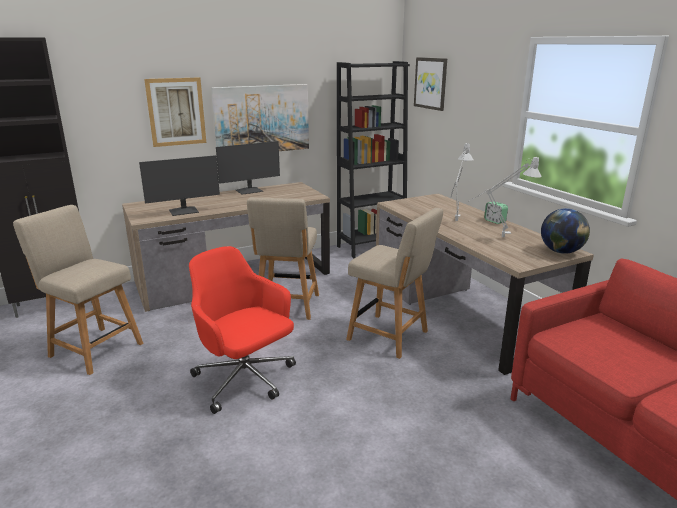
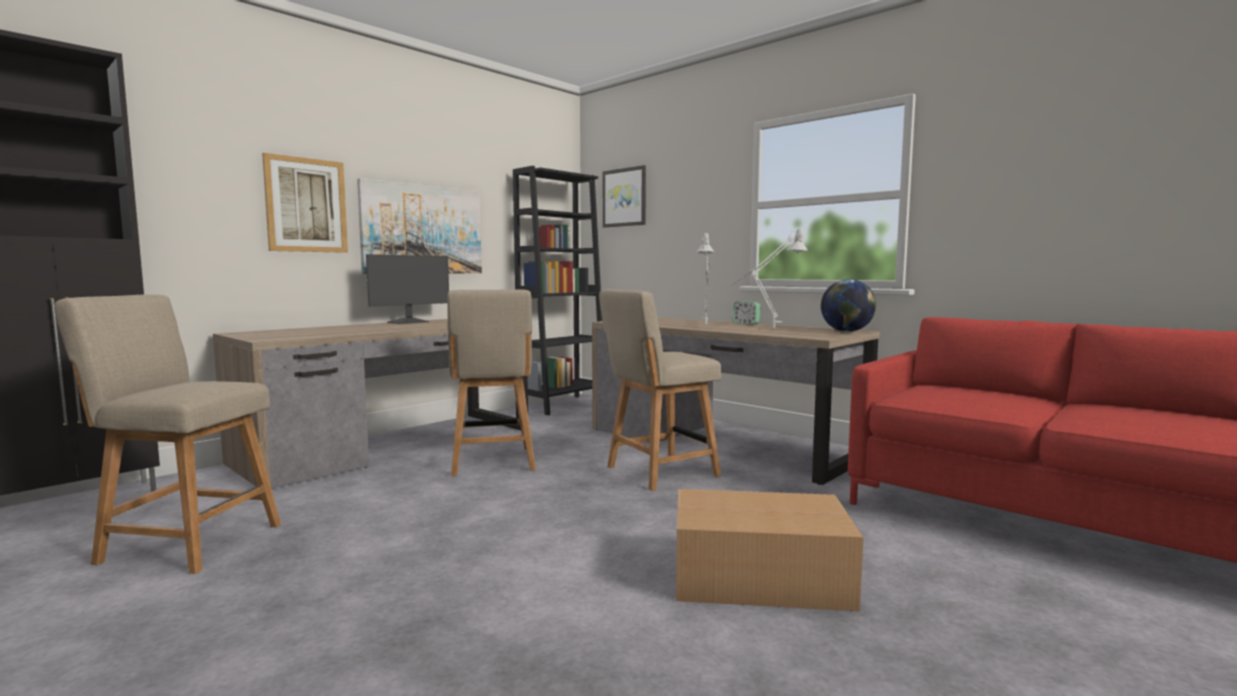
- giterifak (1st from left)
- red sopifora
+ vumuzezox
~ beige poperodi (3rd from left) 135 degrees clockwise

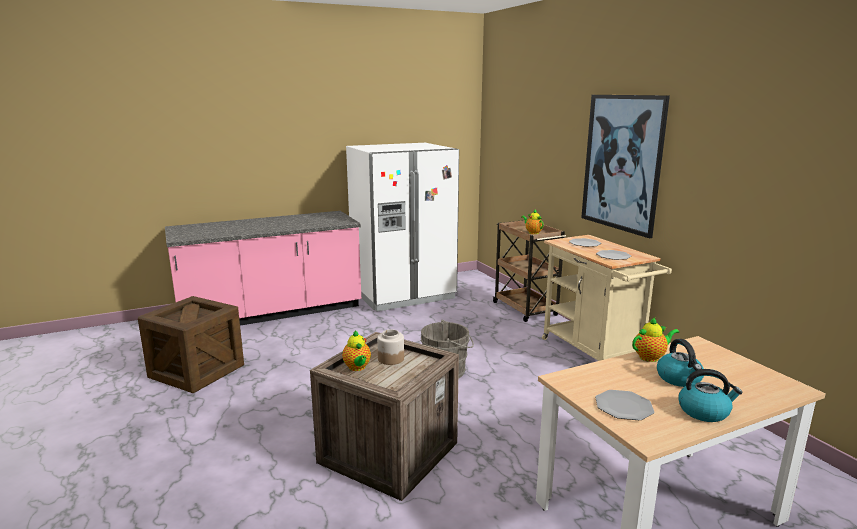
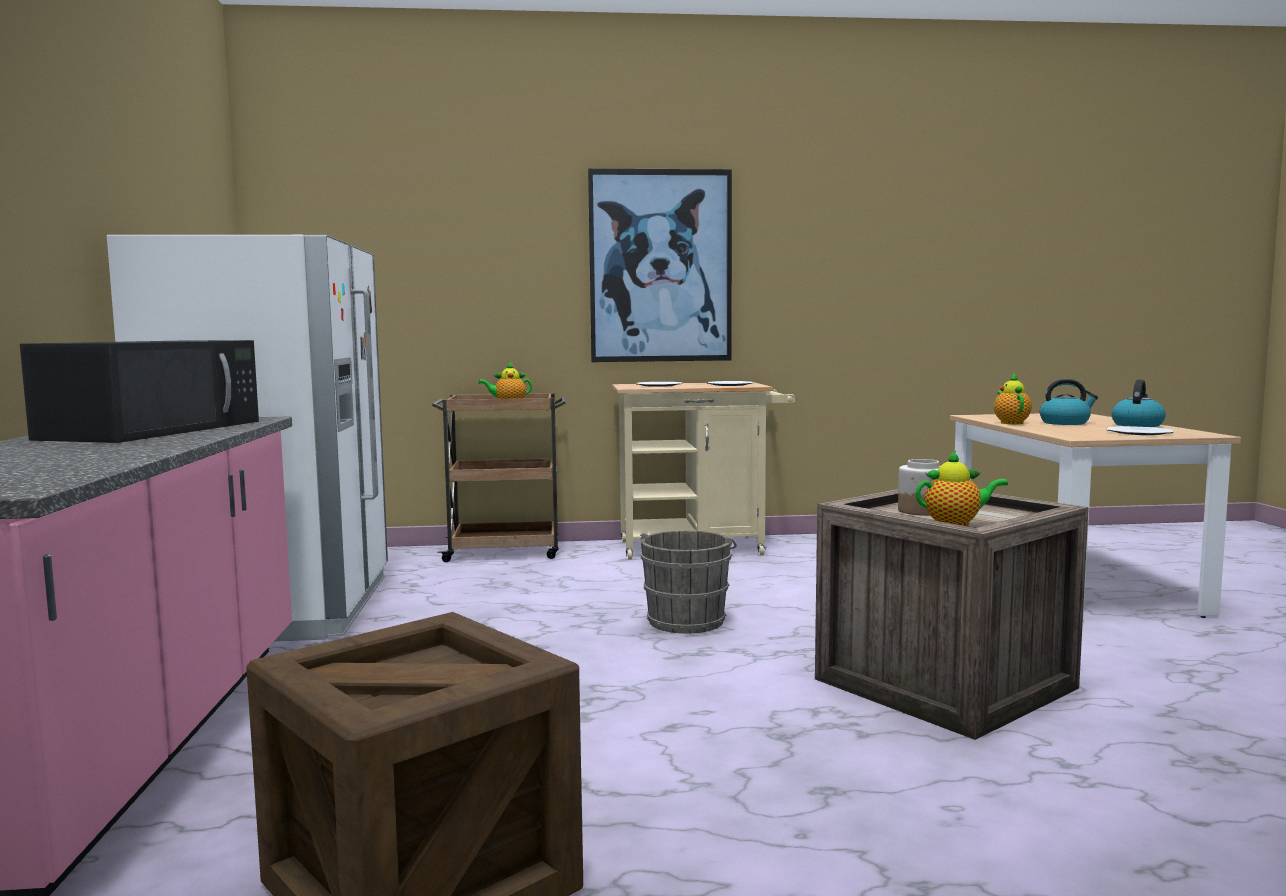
+ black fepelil

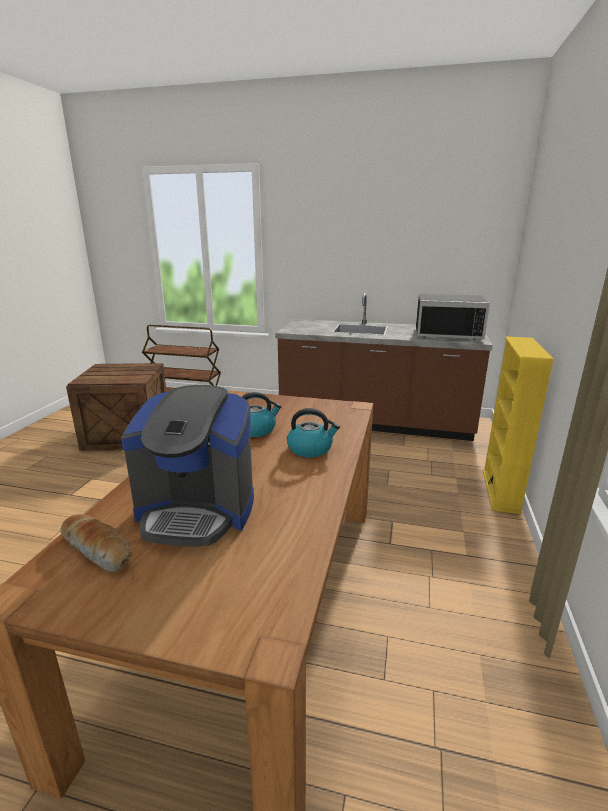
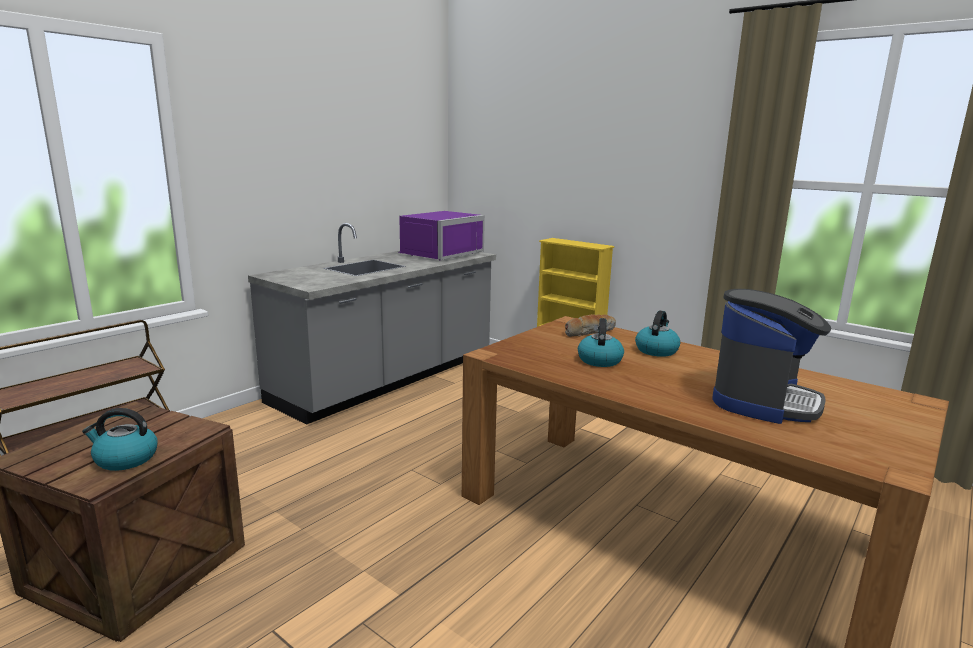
+ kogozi (1st from left)
~ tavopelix
~ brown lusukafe to grey lusukafe
~ black fepelil to purple fepelil

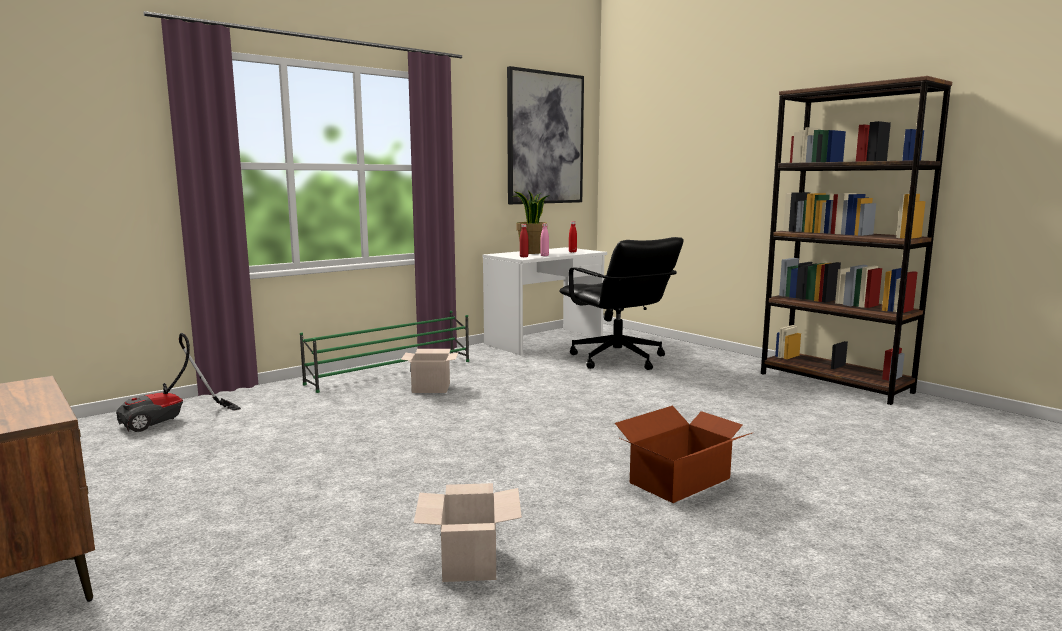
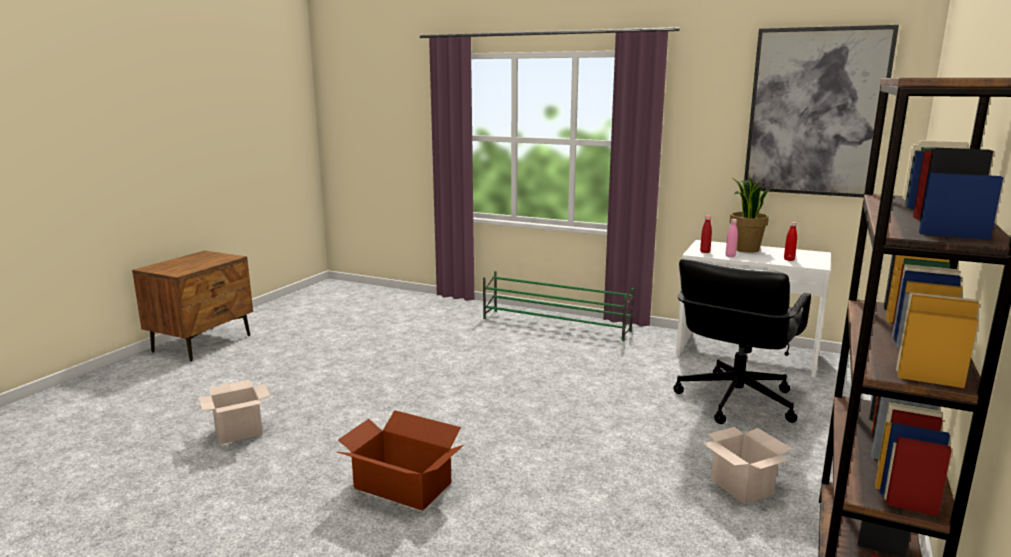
- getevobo
~ vumuzezox (1st from left in the first image) to vumuzezox (3rd from left)

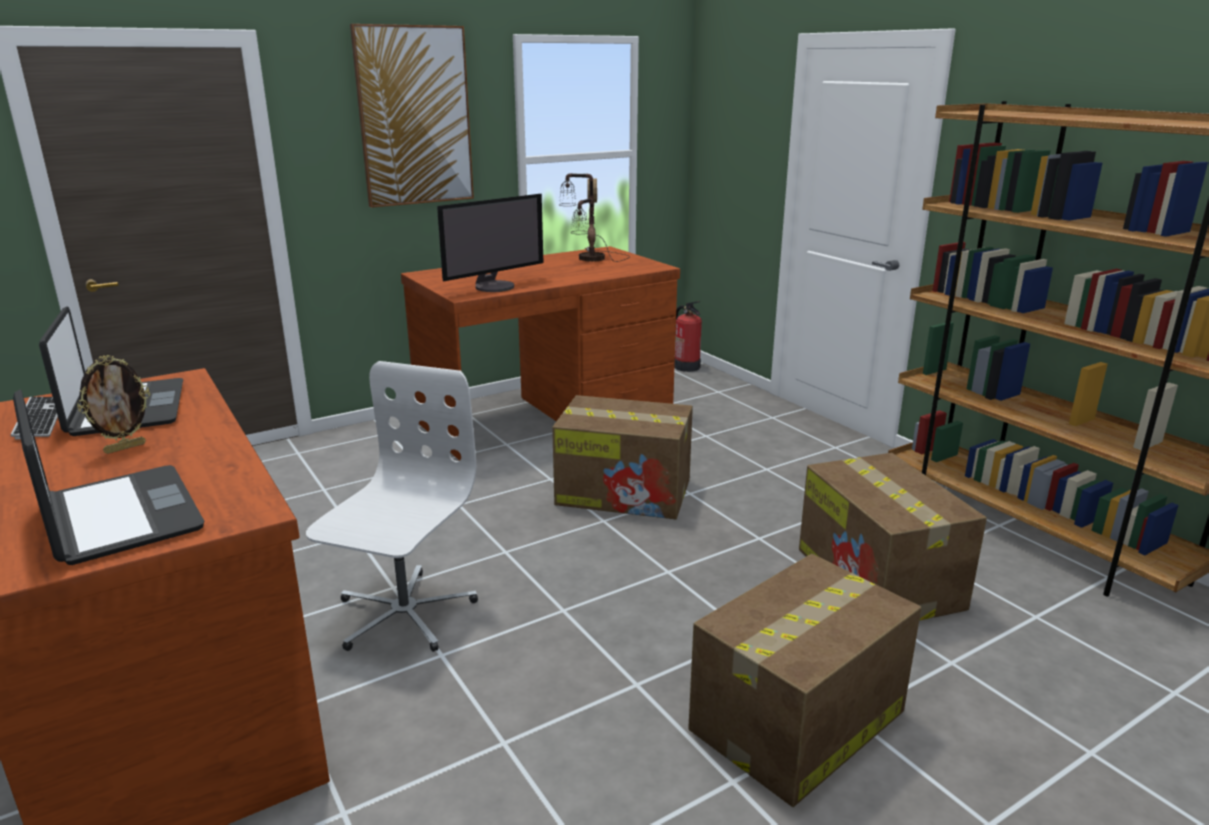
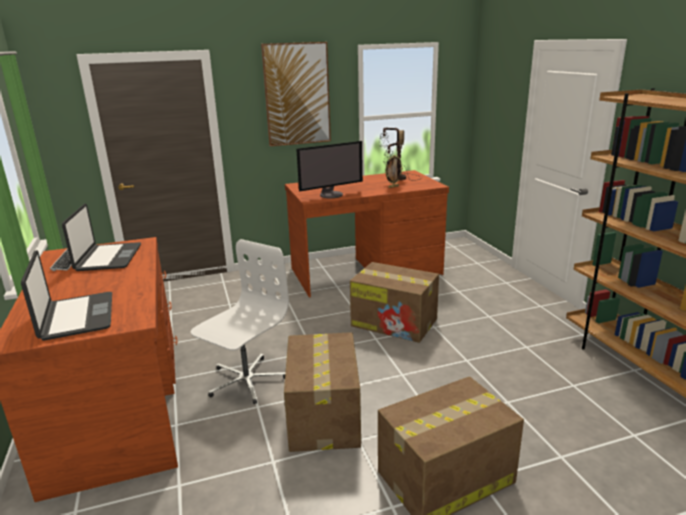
- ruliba
~ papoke
~ vumuzezox (3rd from left in the first image) to vumuzezox (1st from left)

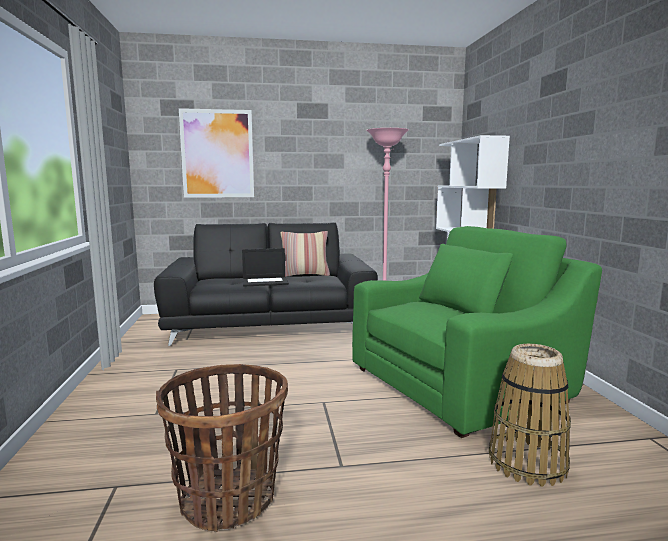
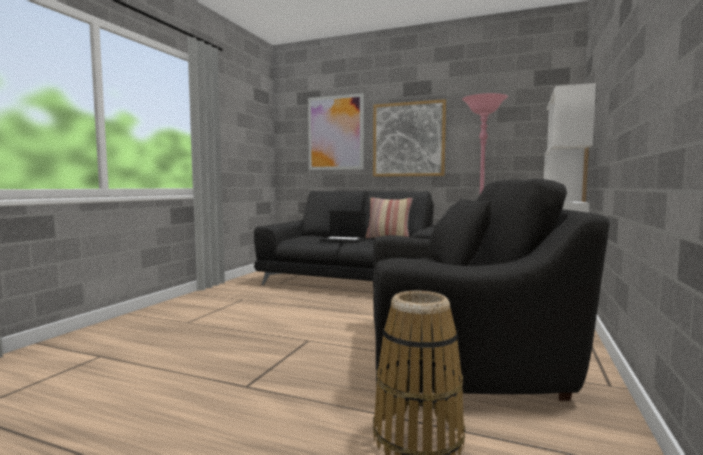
- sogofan (1st from left)
+ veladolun (2nd from left)
~ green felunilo to black felunilo

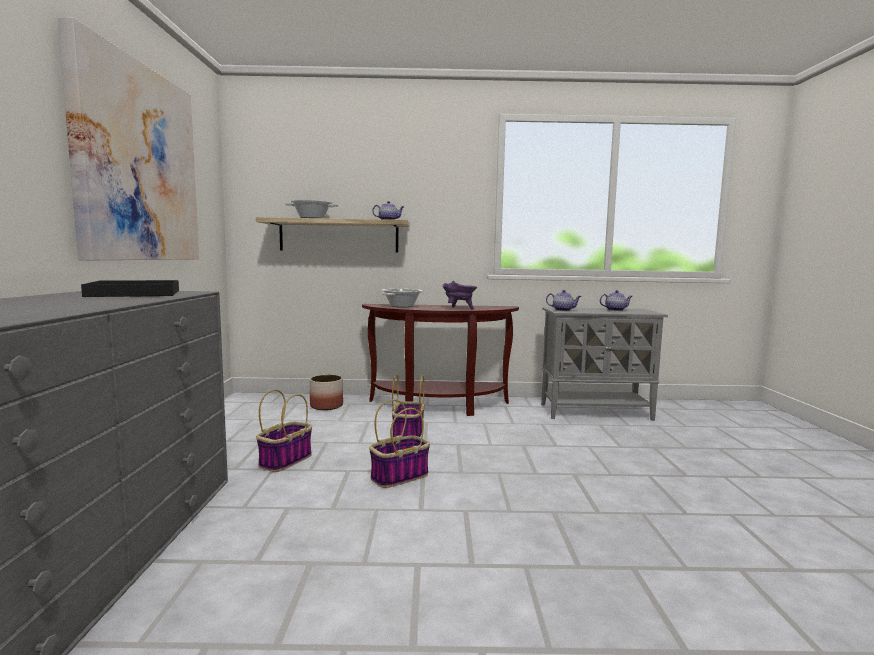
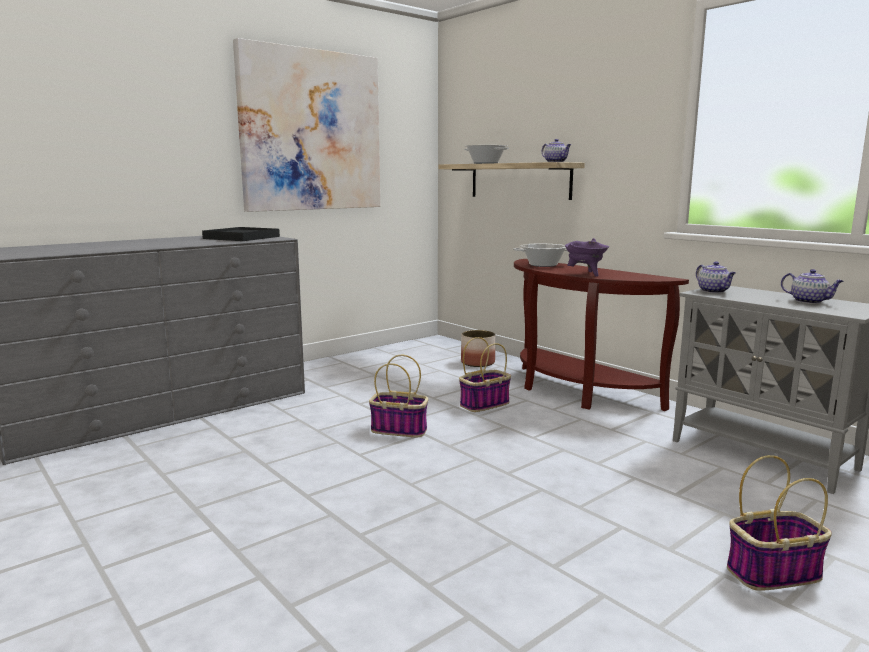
~ sogofan (1st from left in the first image) to sogofan (3rd from left)

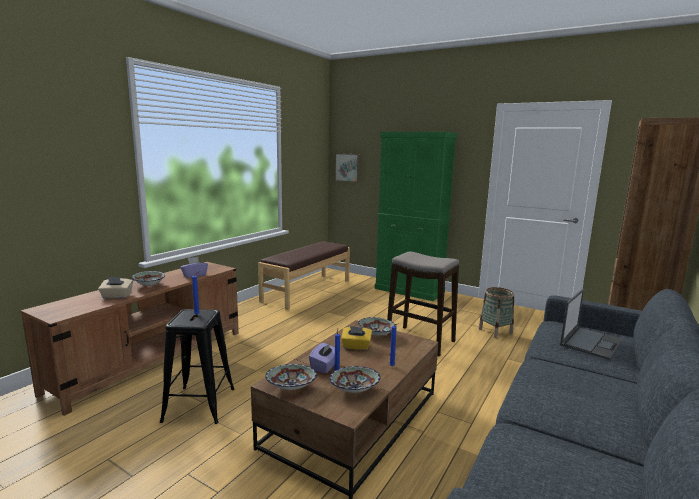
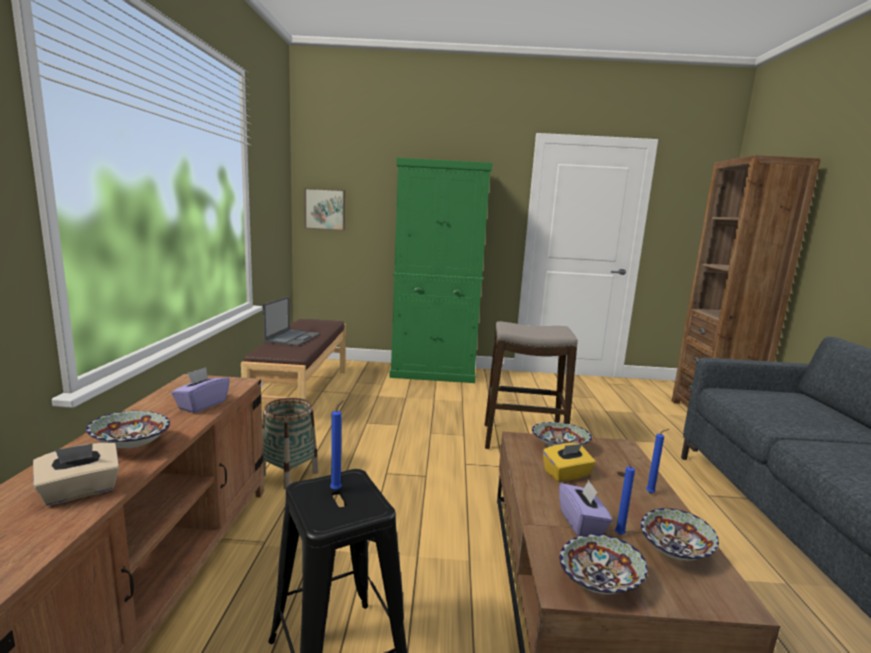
~ sogofan
~ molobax

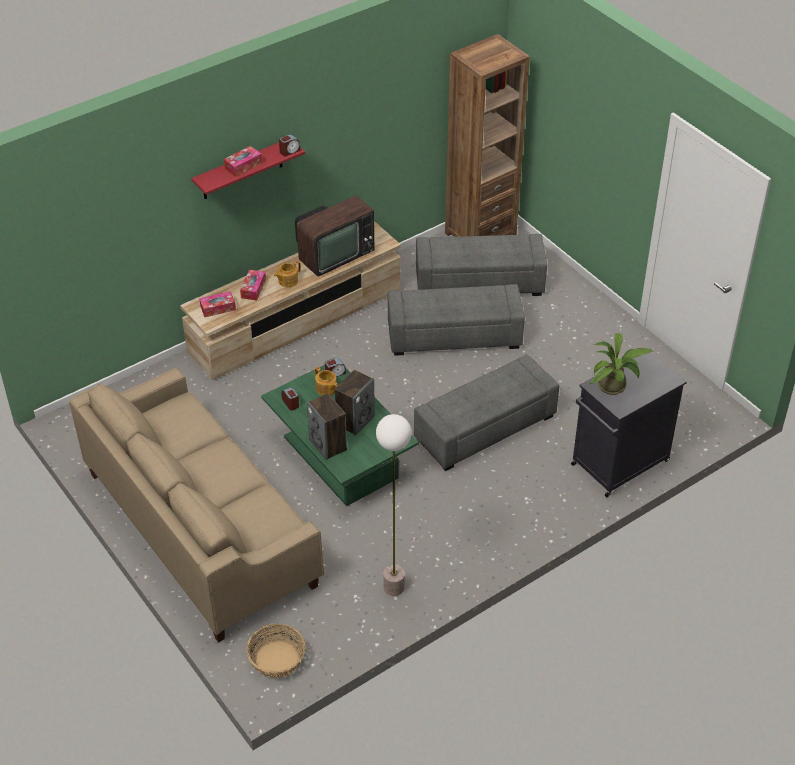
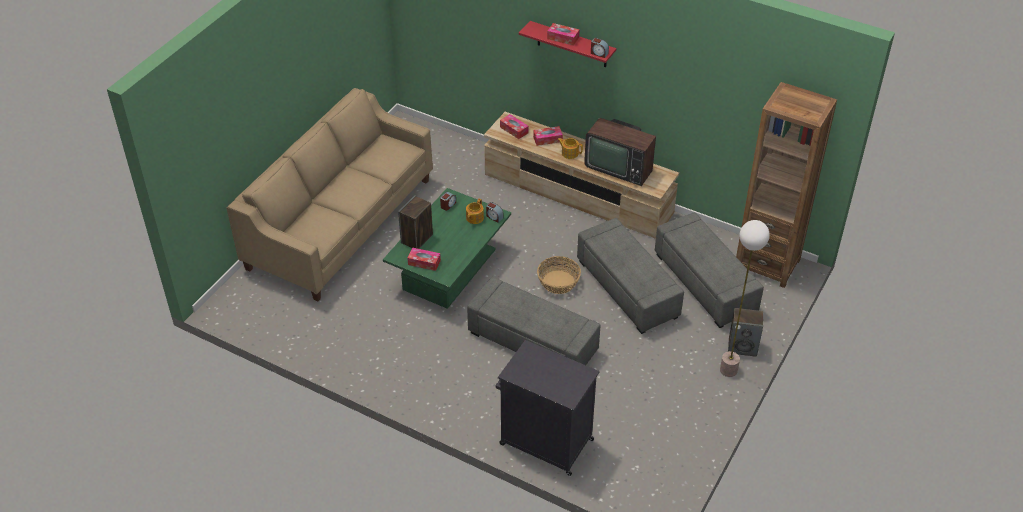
- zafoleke
+ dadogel (1st from left)
~ sogofan
~ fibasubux (2nd from left)
~ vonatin

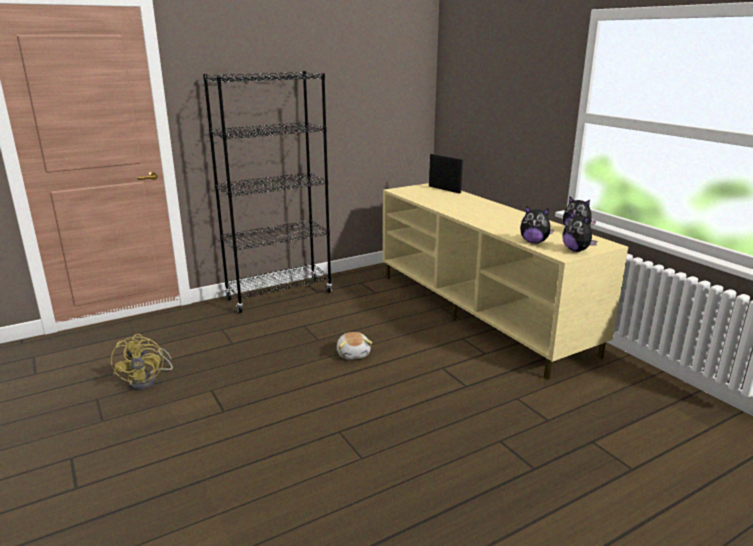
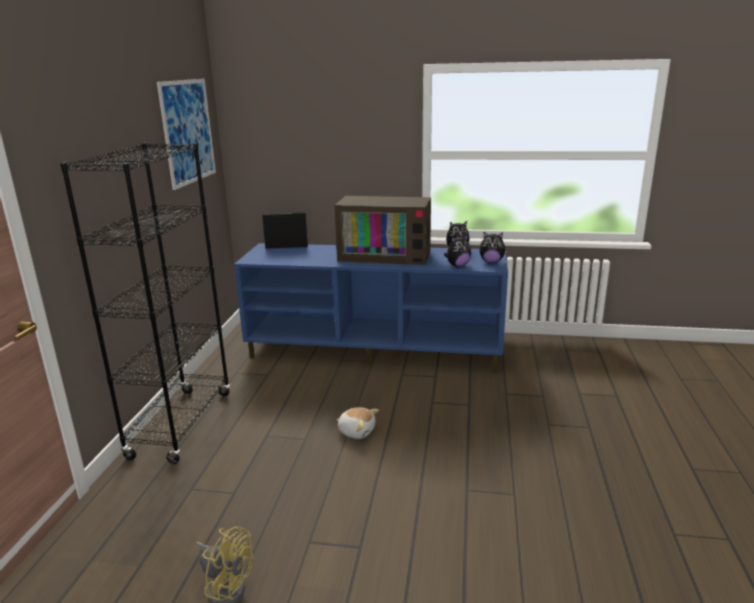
+ veladolun
+ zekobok
~ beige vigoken to blue vigoken

